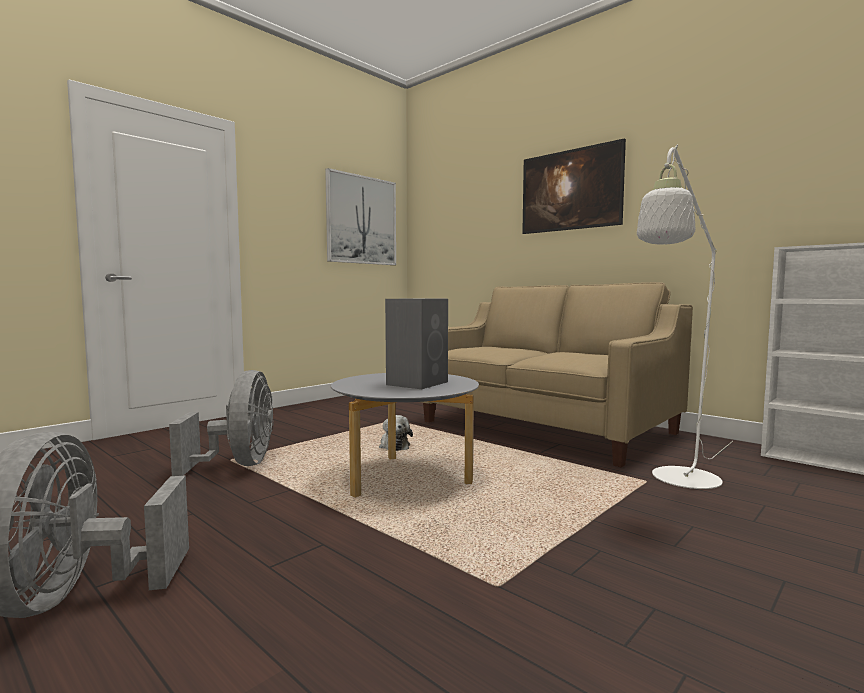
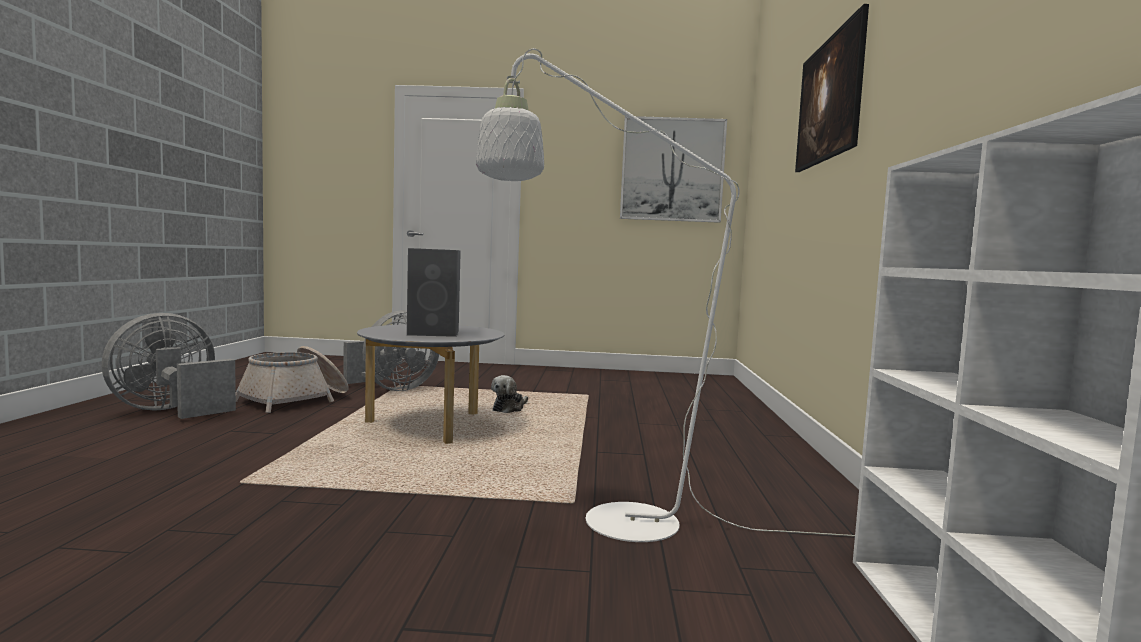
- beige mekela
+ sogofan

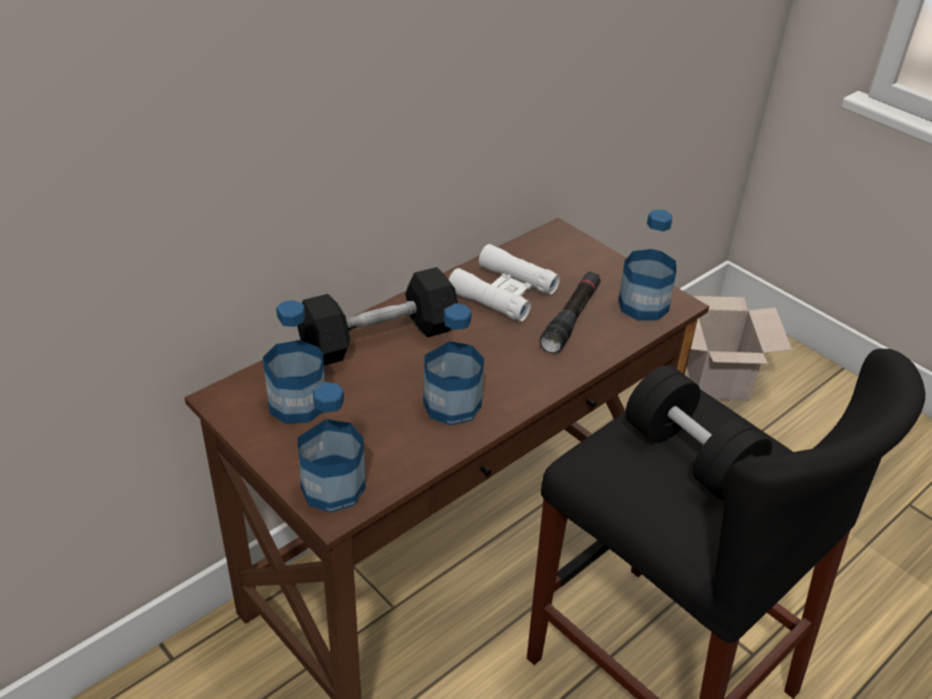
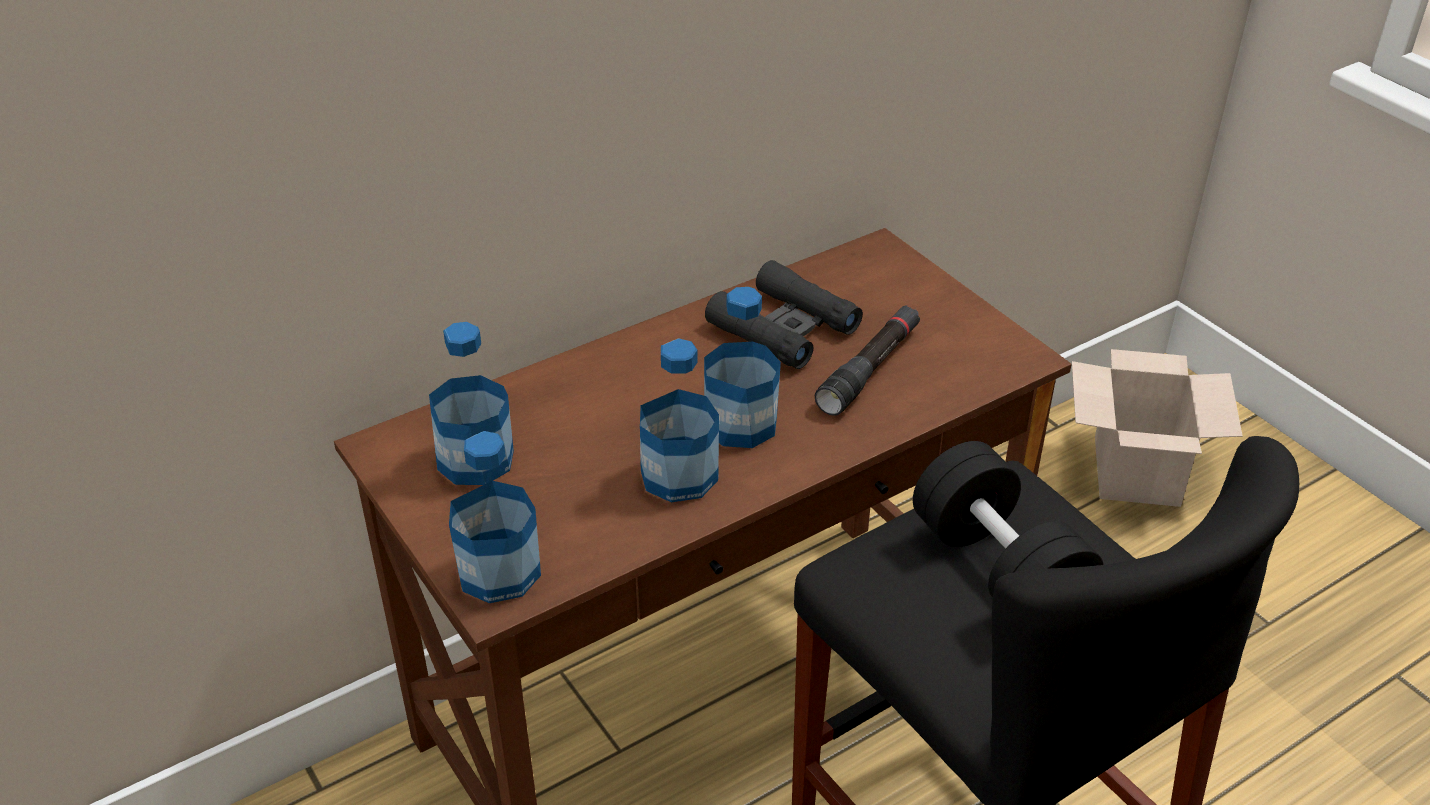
- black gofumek (1st from left)
~ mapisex (4th from left)
~ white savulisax to black savulisax

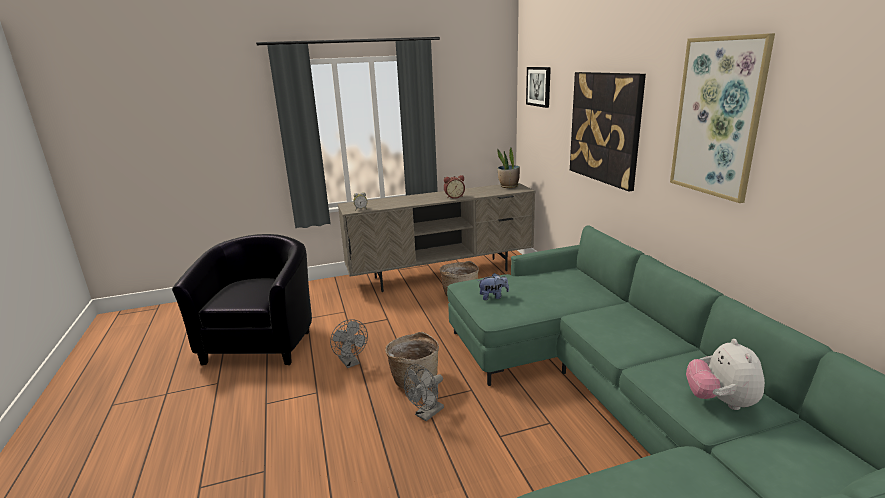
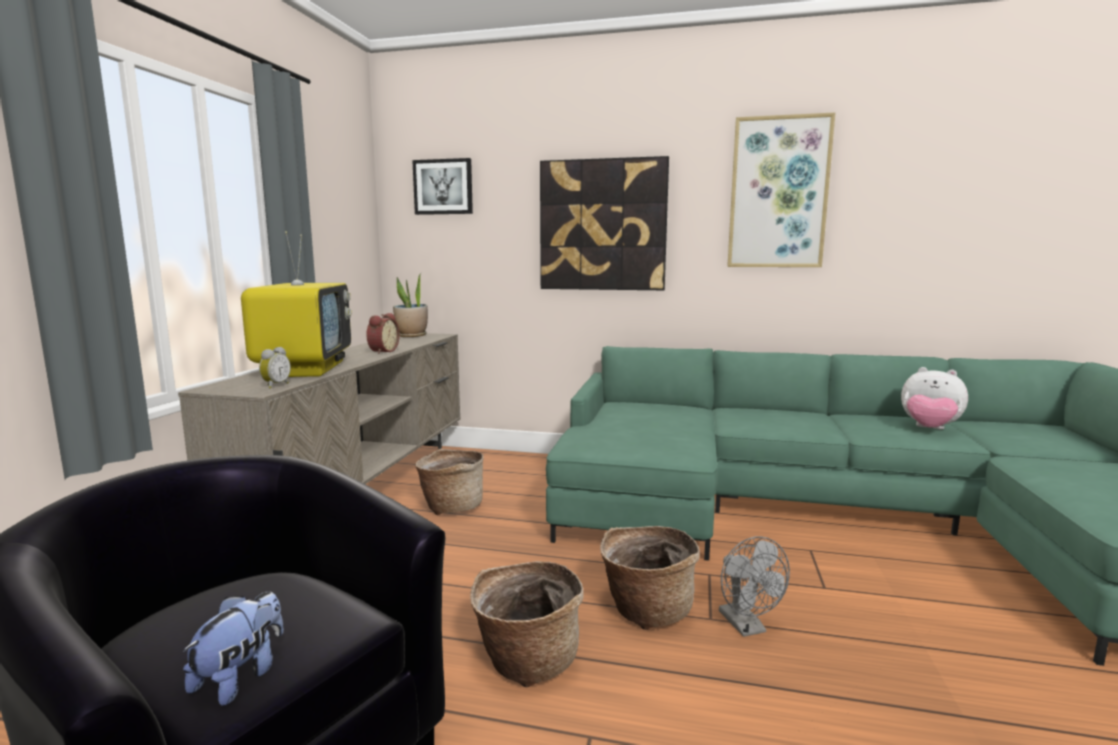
+ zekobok
~ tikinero (1st from left)
~ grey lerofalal (1st from left) to sogofan (2nd from left)

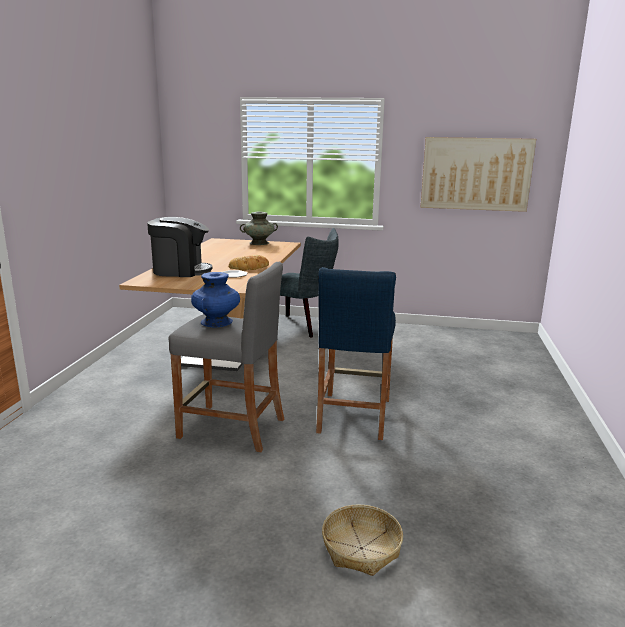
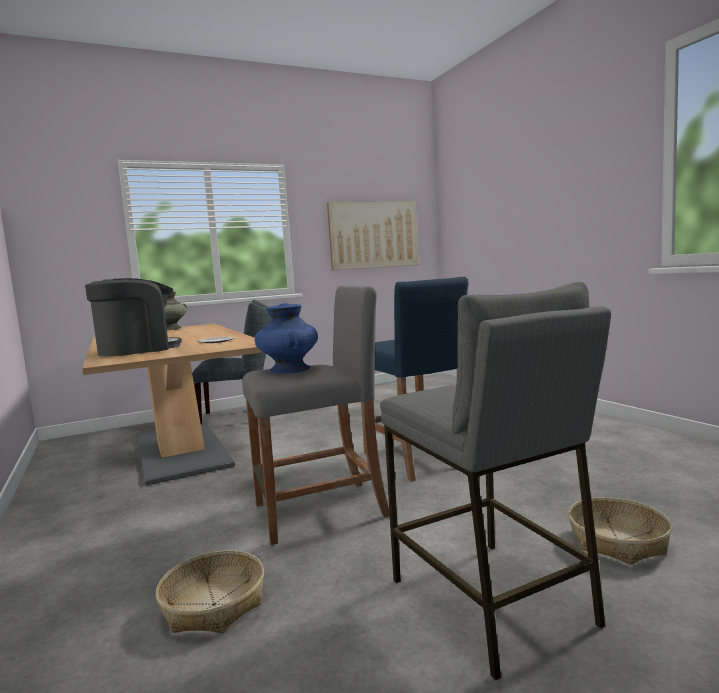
- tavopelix
+ sogofan (1st from left)
+ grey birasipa (2nd from left)

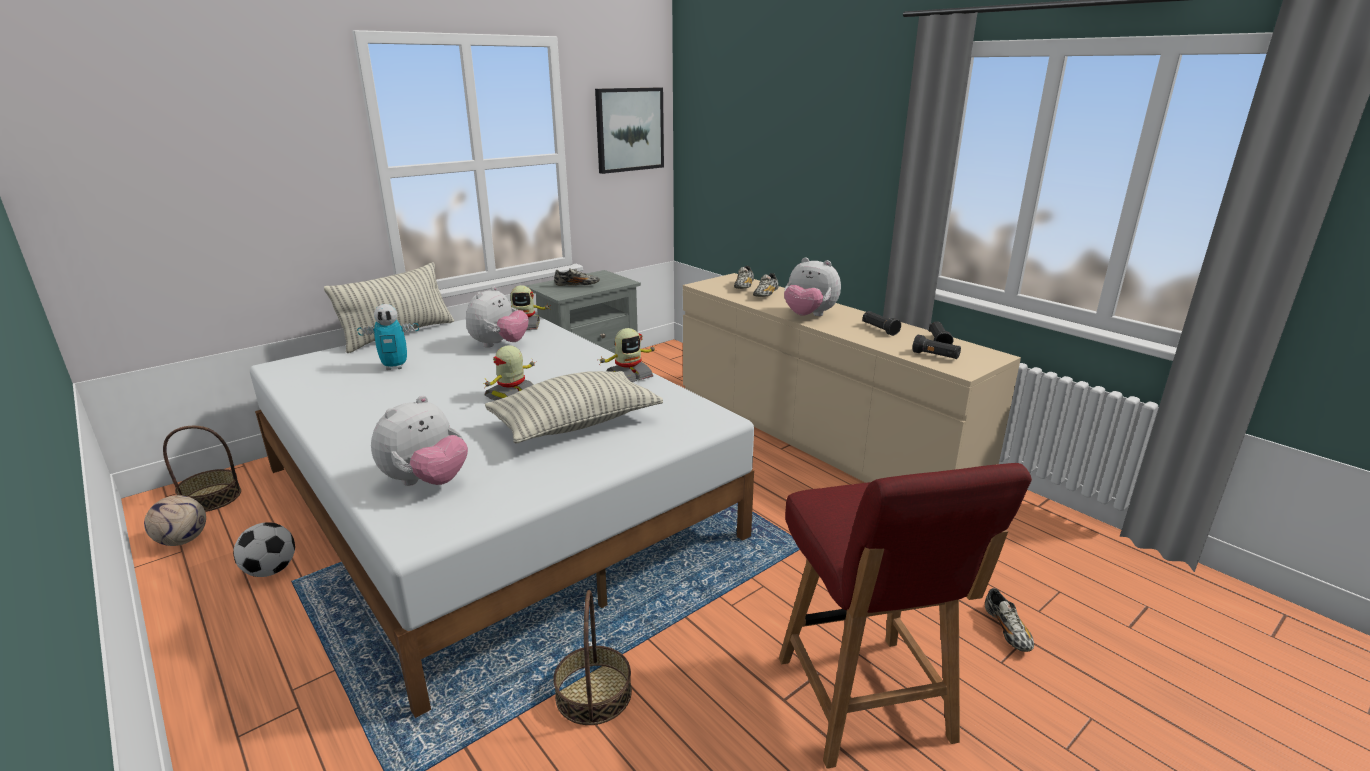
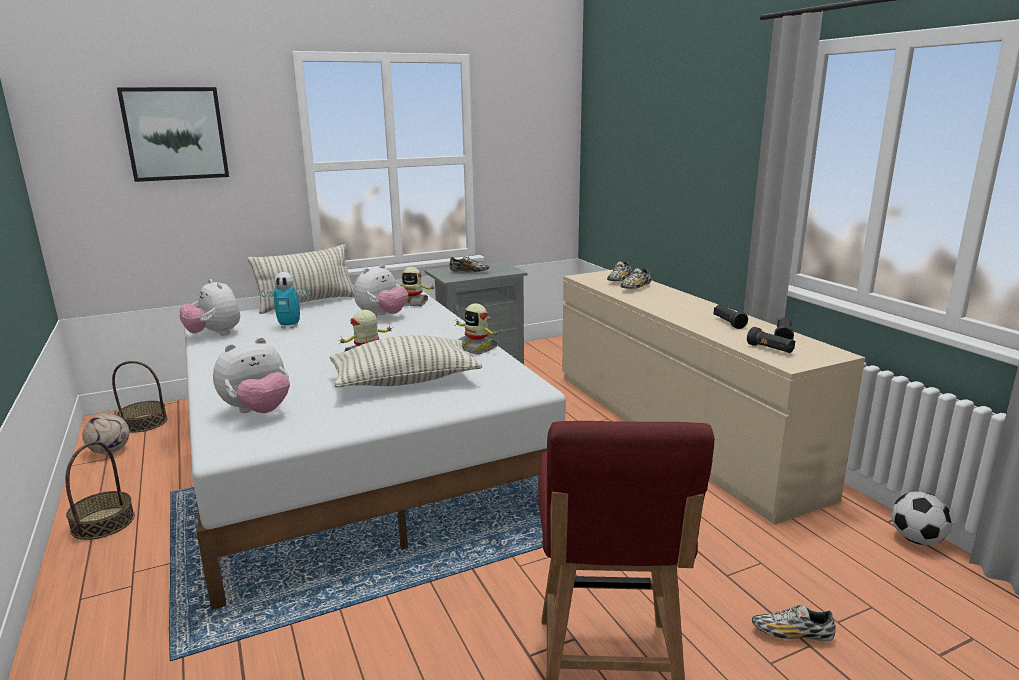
~ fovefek (2nd from left)
~ sogofan (2nd from left in the first image) to sogofan (1st from left)
~ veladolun
~ tikinero (3rd from left in the first image) to tikinero (1st from left)
~ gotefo (4th from left) 60 degrees clockwise
~ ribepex (4th from left) 90 degrees clockwise

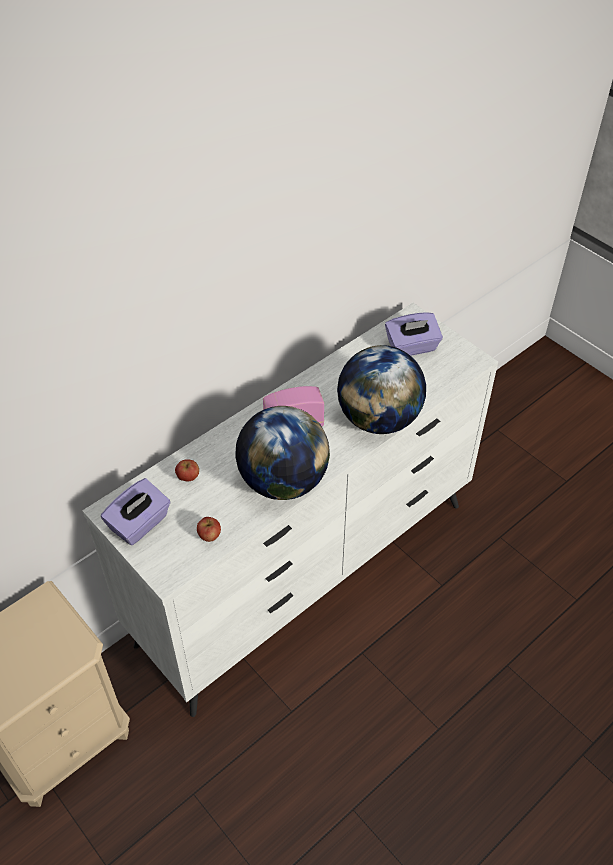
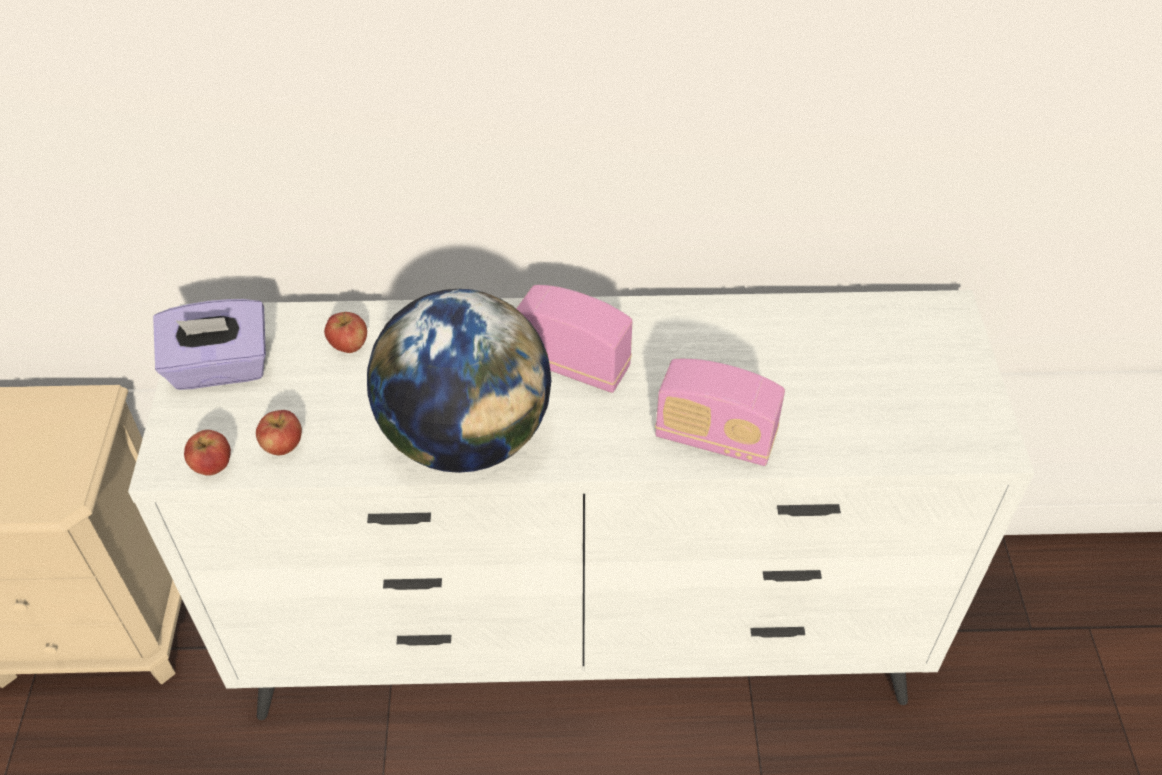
- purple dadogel (2nd from left)
+ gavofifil (1st from left)
~ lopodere (2nd from left) to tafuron (2nd from left)

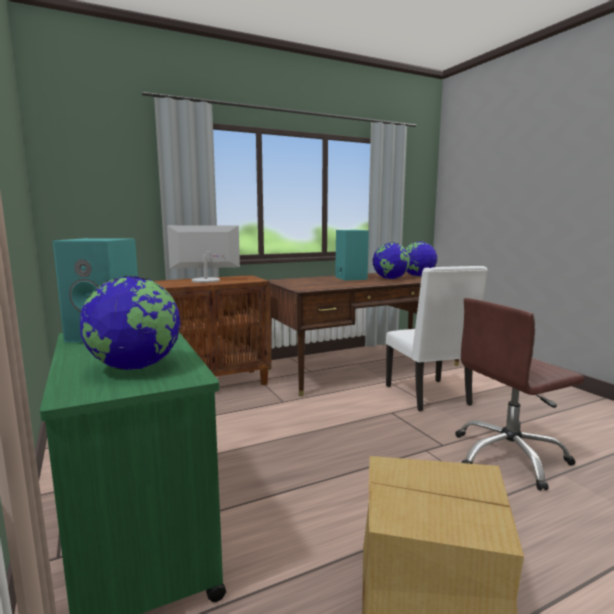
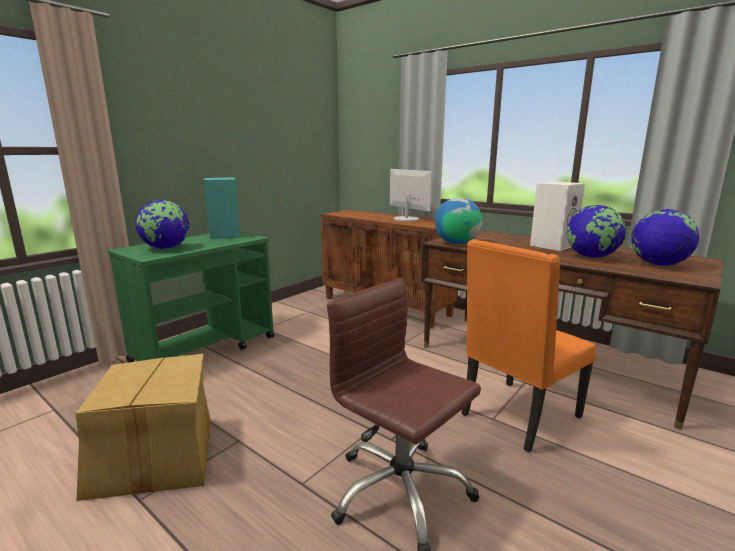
+ lopodere (2nd from left)
~ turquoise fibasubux (2nd from left) to white fibasubux
~ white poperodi to orange poperodi

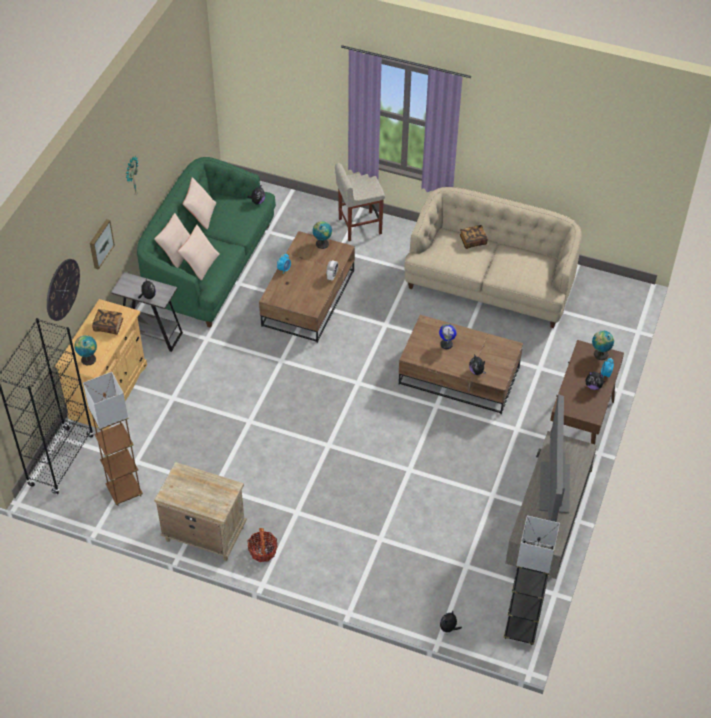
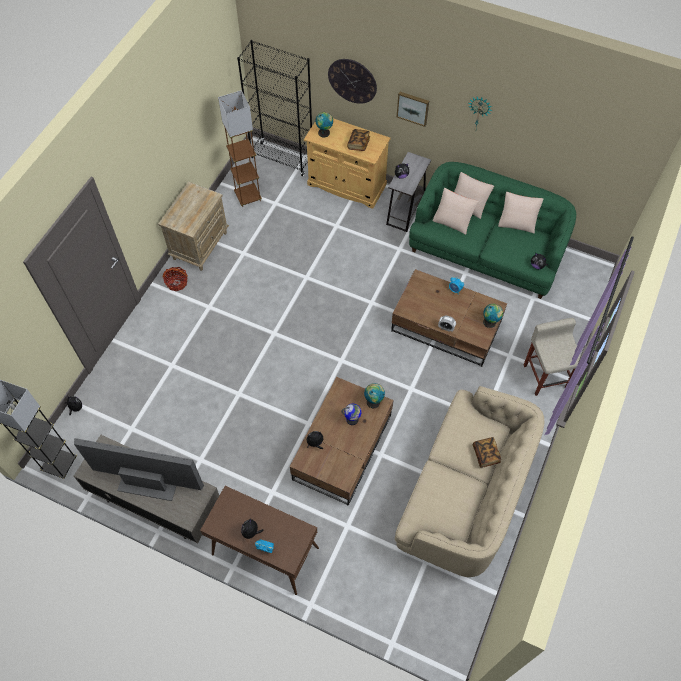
~ lopodere (4th from left in the first image) to lopodere (3rd from left)

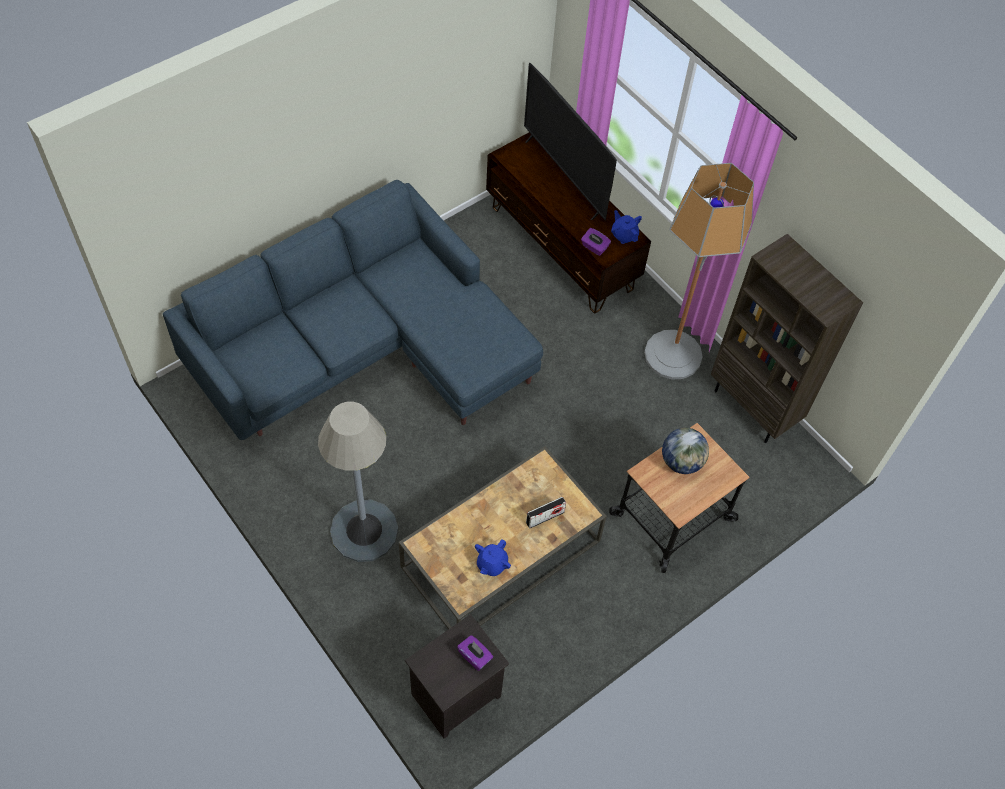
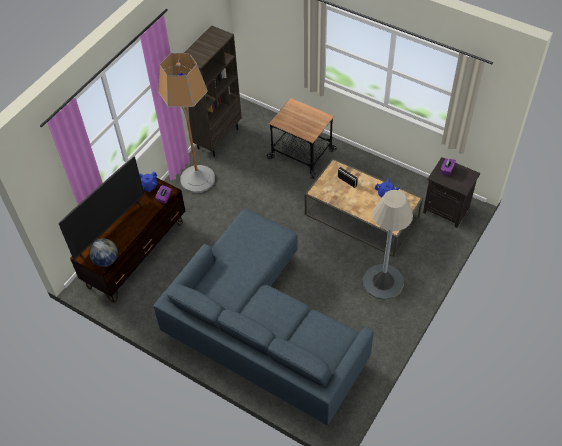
~ lopodere

